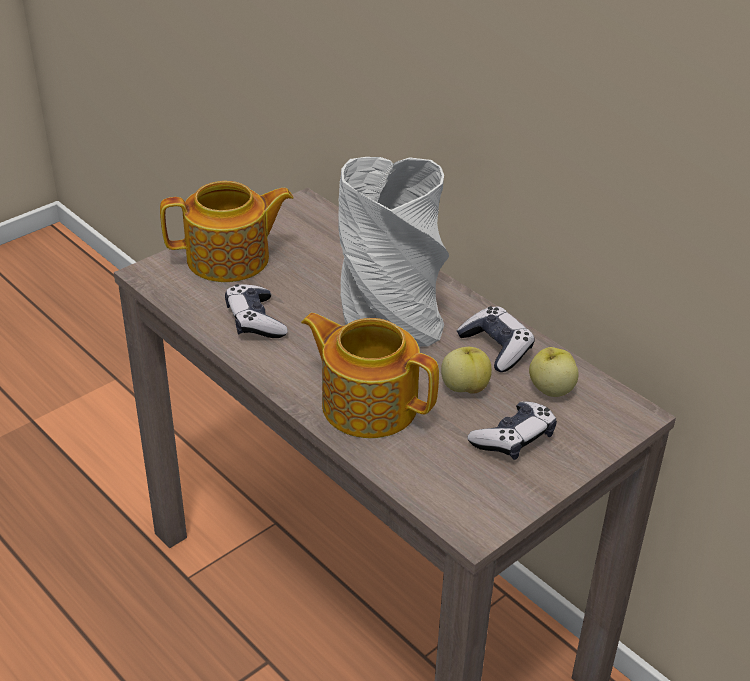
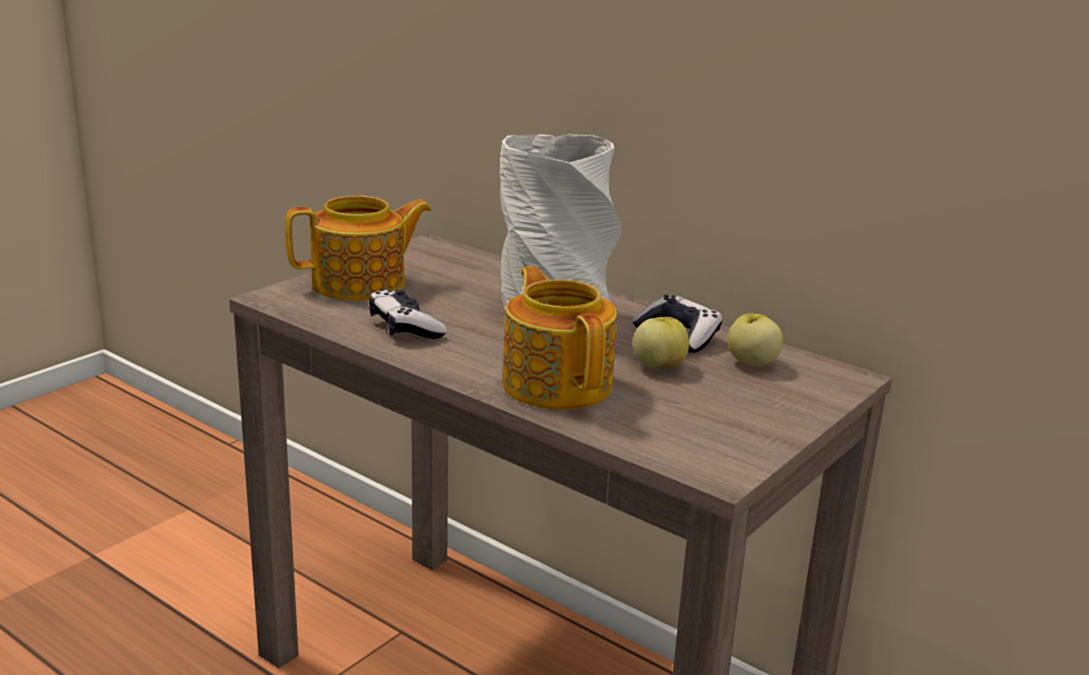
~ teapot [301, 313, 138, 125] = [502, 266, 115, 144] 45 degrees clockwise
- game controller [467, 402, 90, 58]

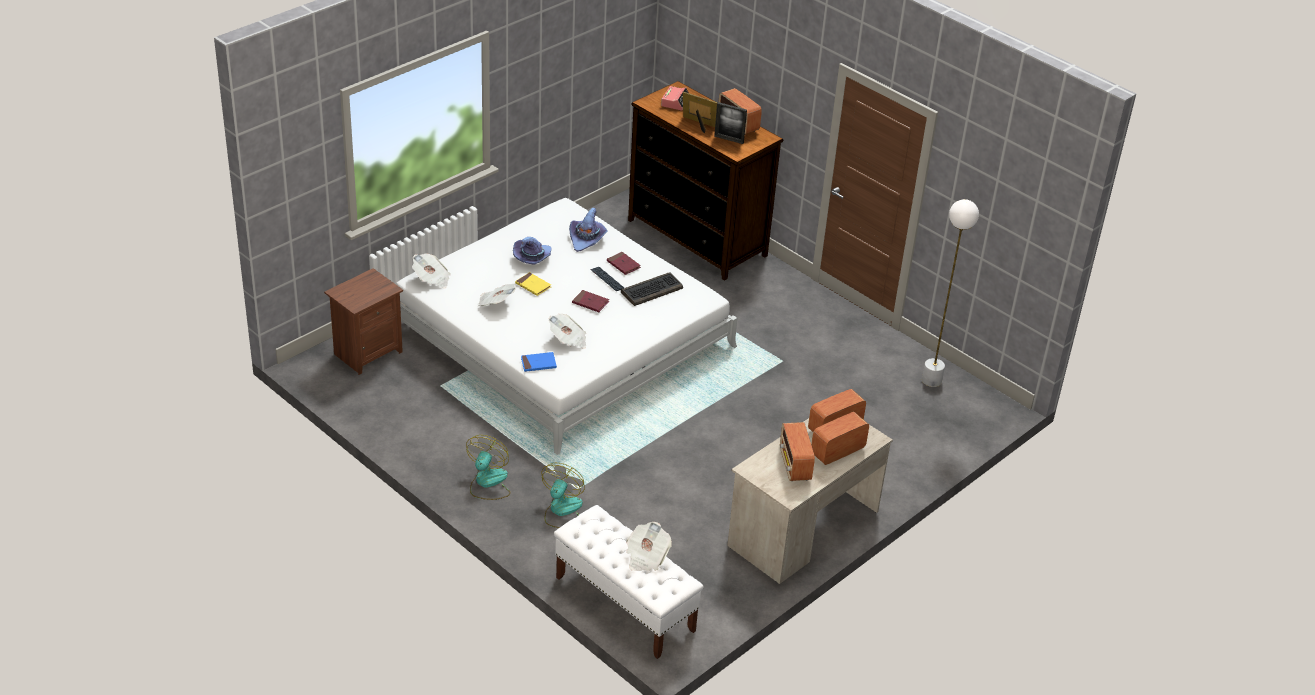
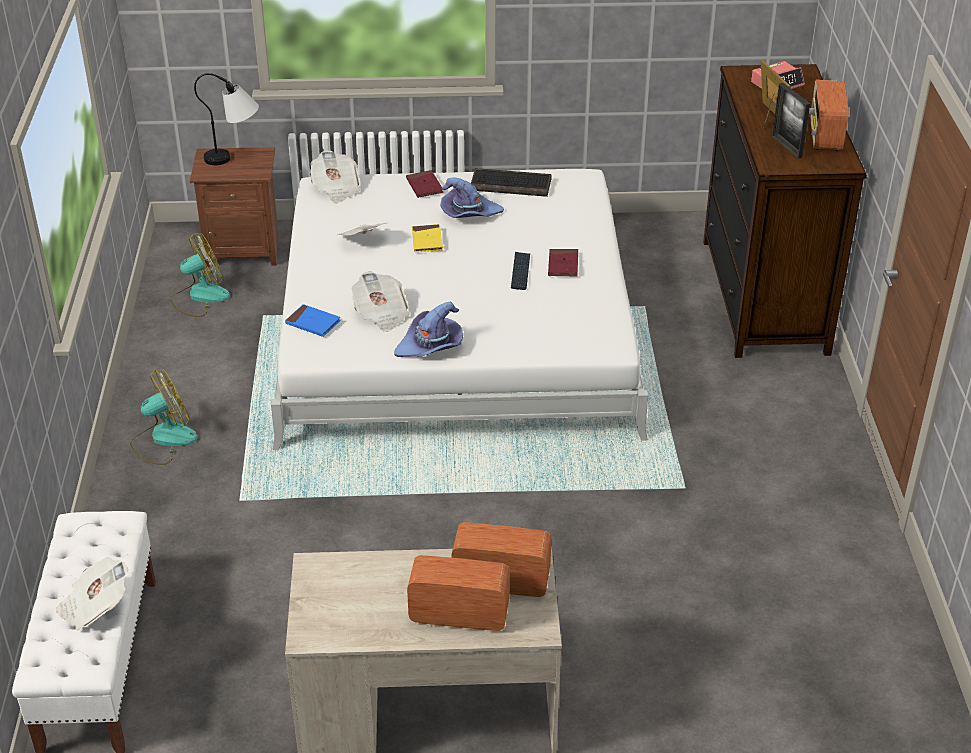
~ fan [541, 463, 44, 65] to [170, 233, 60, 84]
+ table lamp [194, 73, 65, 92]
~ purple hat [569, 208, 39, 44] to [394, 302, 69, 55]
~ red book [572, 290, 37, 22] to [406, 170, 37, 28]
~ keyboard [621, 272, 62, 34] to [471, 168, 81, 29]
- radio [780, 422, 35, 59]
- white floor lamp [922, 199, 57, 188]

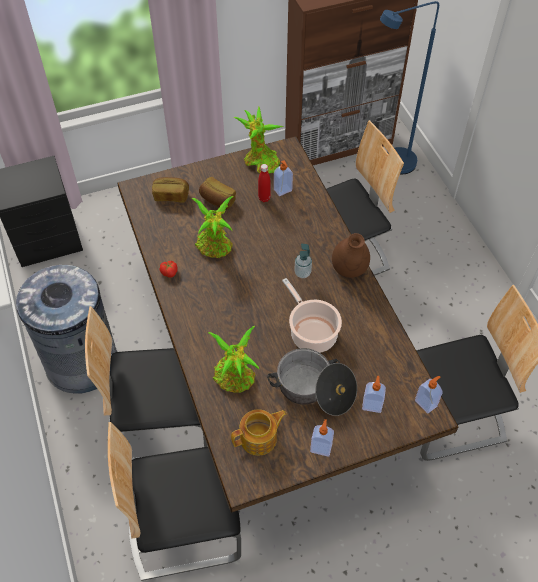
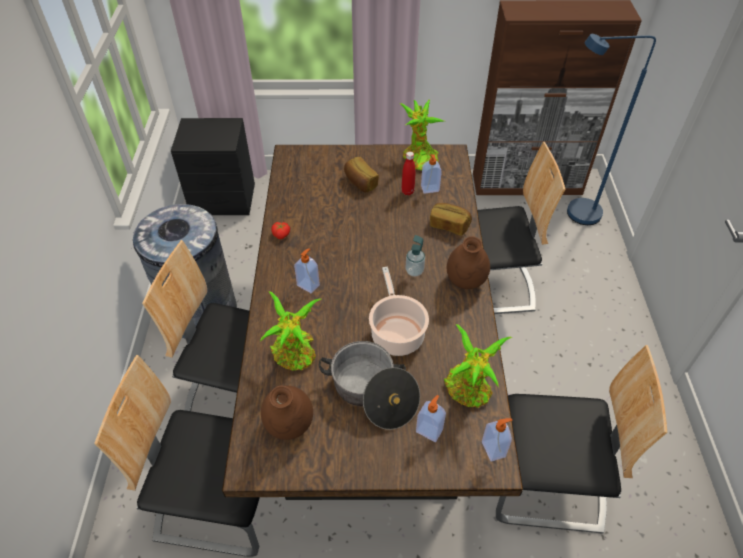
~ teapot [231, 409, 56, 47] to brown vase [261, 386, 52, 54]
~ soap dispenser [310, 419, 24, 38] to [294, 248, 26, 46]
~ bread [152, 177, 37, 26] to [430, 203, 42, 33]
~ potted plant [192, 196, 41, 62] to [444, 324, 68, 84]

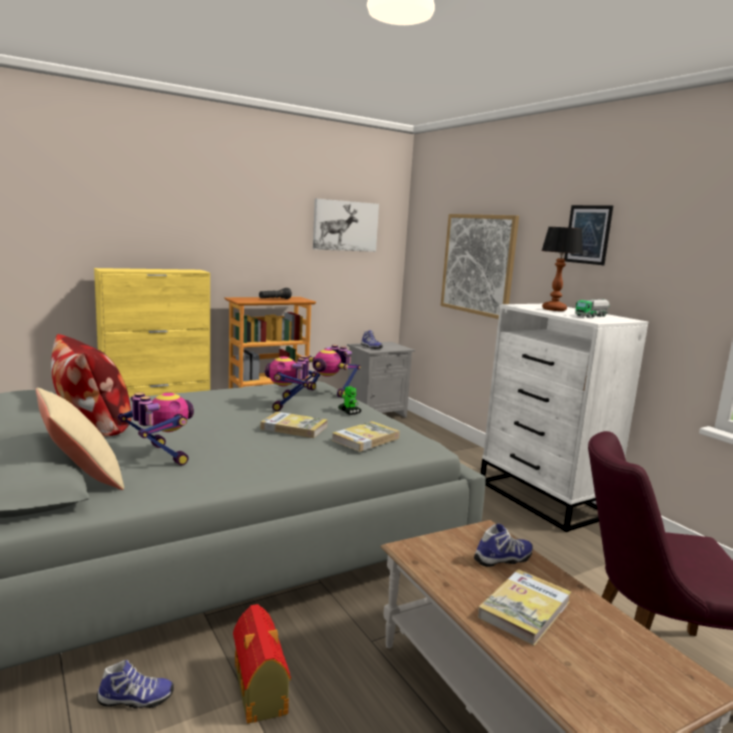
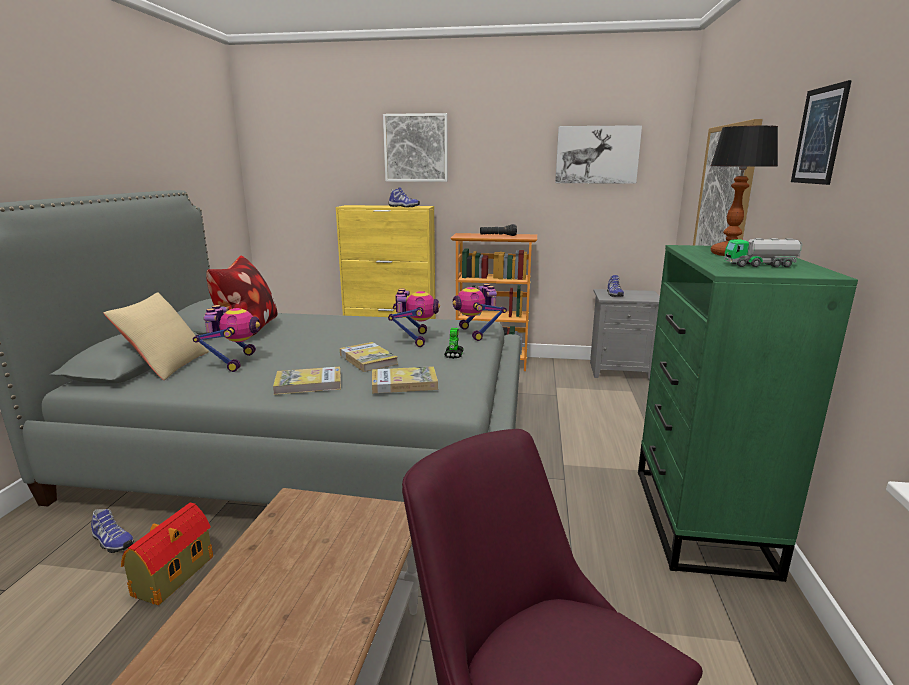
~ book [478, 569, 93, 77] to [273, 366, 68, 29]
+ picture [383, 113, 65, 69]
~ shoe [474, 524, 59, 43] to [388, 187, 32, 20]
~ toy robot [265, 356, 52, 55] = [388, 289, 52, 58] 135 degrees clockwise
~ white dresser [481, 304, 167, 228] to green dresser [638, 245, 220, 337]

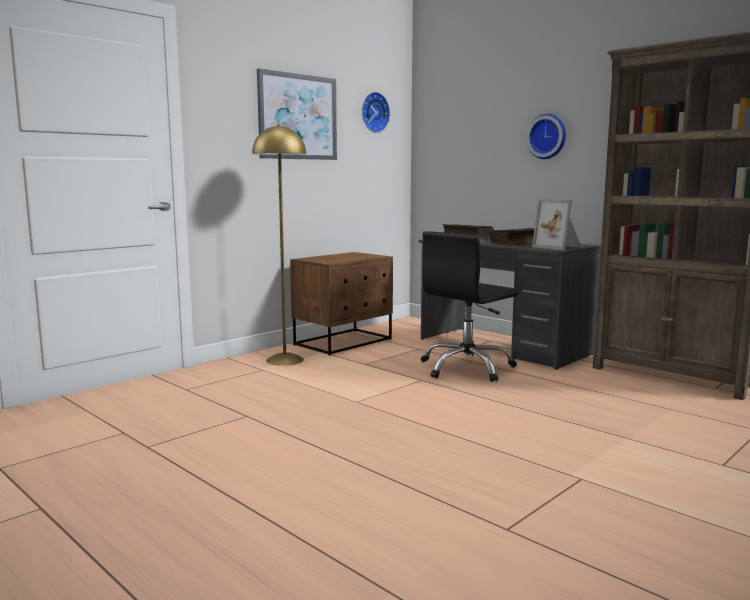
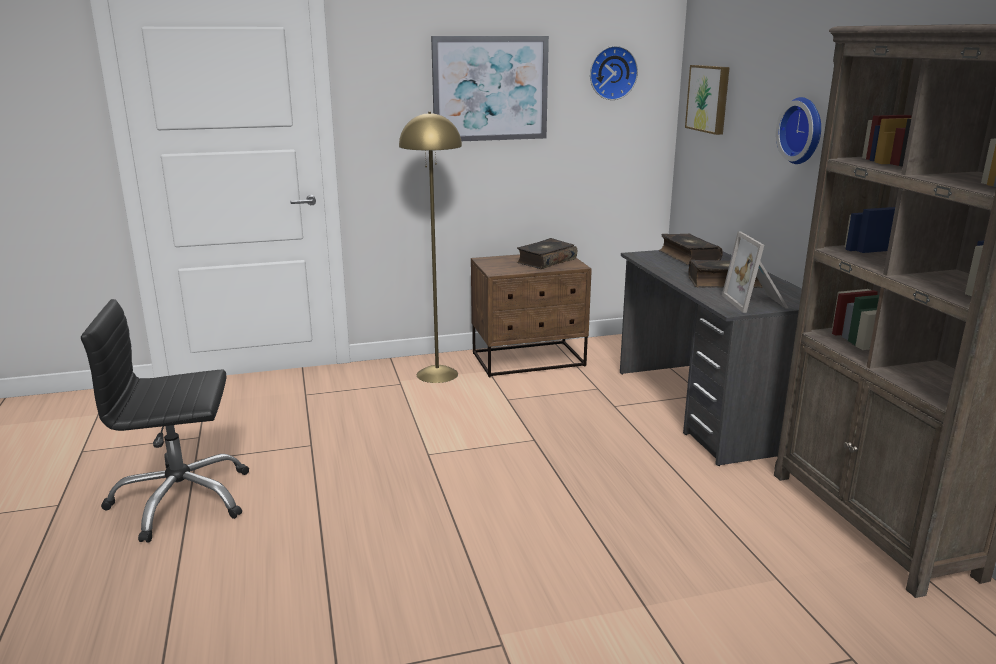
~ black office chair [421, 231, 97, 151] to [81, 299, 168, 244]
+ book [517, 238, 60, 31]
+ picture [685, 65, 45, 70]

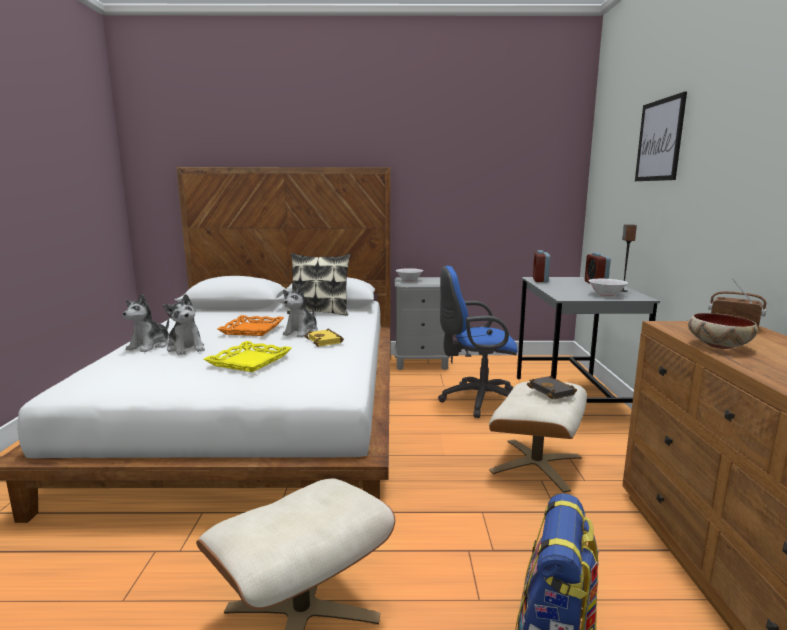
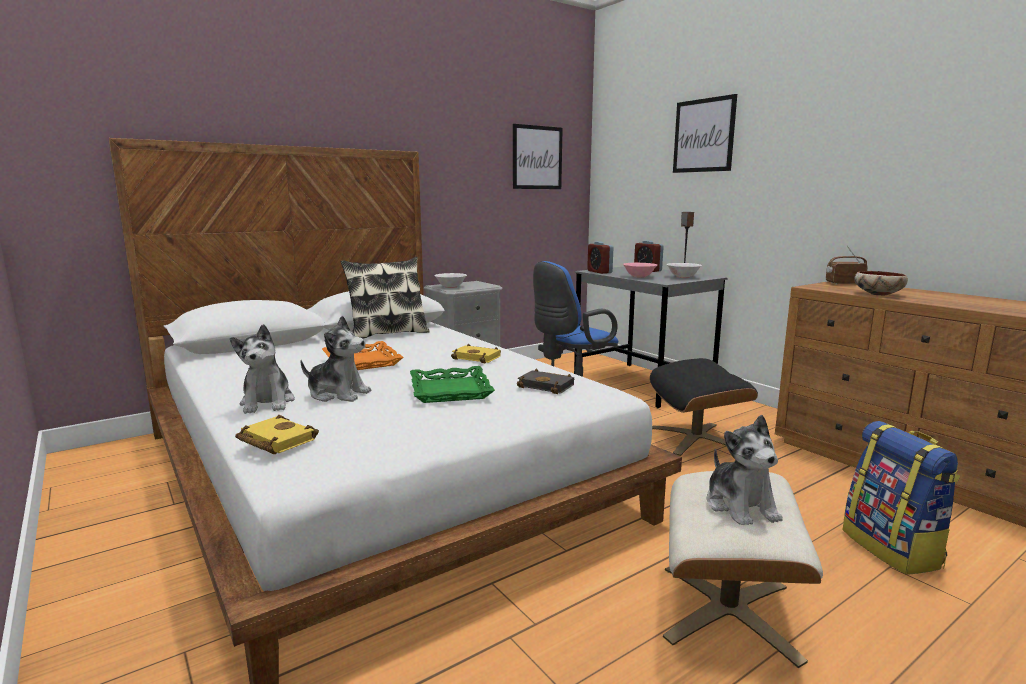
+ yellow book [235, 415, 84, 39]
~ yellow tray [204, 341, 88, 31] to green tray [410, 366, 85, 37]
+ picture [513, 124, 50, 65]
~ black book [527, 375, 50, 24] to [517, 369, 58, 25]
+ pink bowl [623, 263, 34, 15]
~ beige ottoman [489, 381, 98, 112] to black ottoman [650, 358, 108, 98]
~ plush toy [283, 284, 35, 53] to [707, 415, 76, 110]

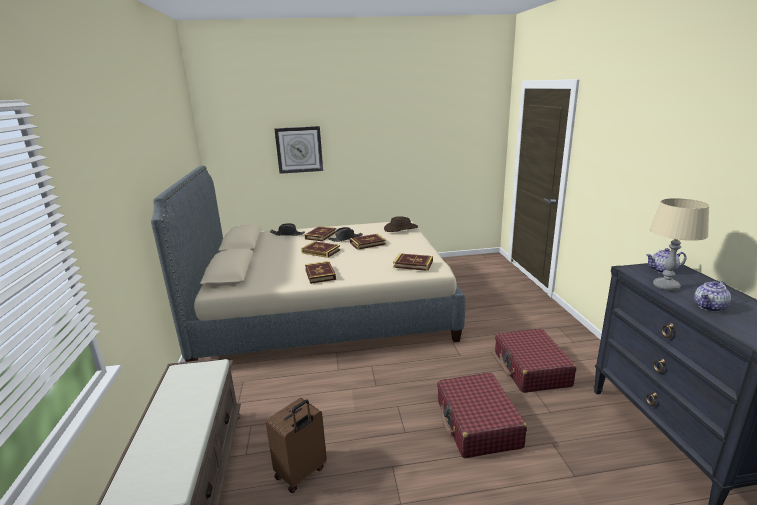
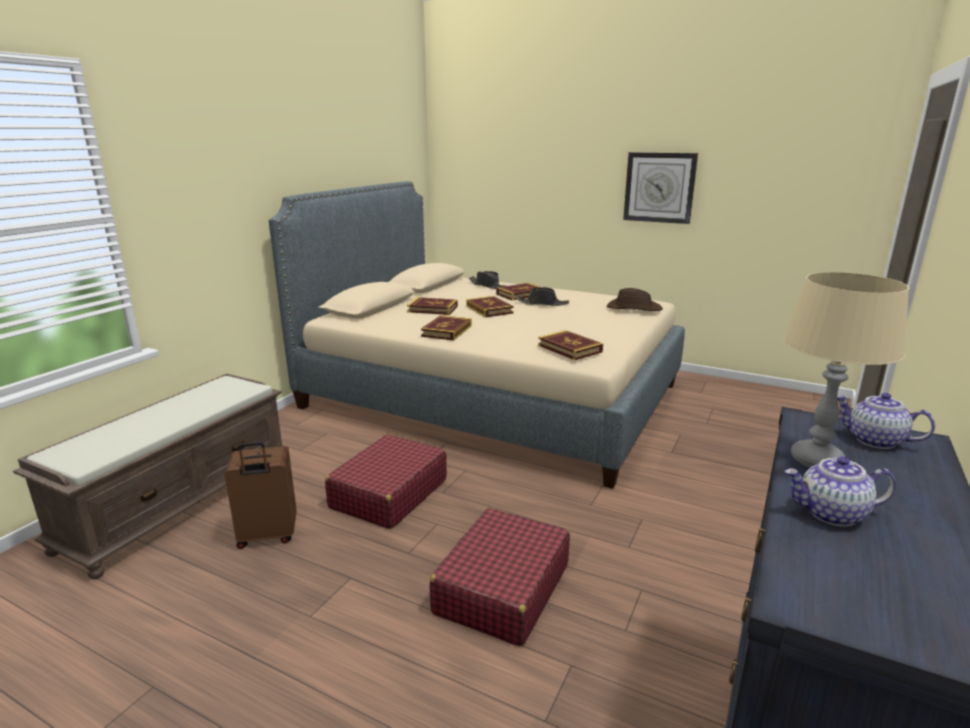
~ red suitcase [495, 329, 81, 64] to [325, 434, 122, 95]
~ book [350, 234, 36, 16] to [407, 297, 51, 18]
~ wall clock [274, 126, 49, 48] to [623, 152, 75, 72]

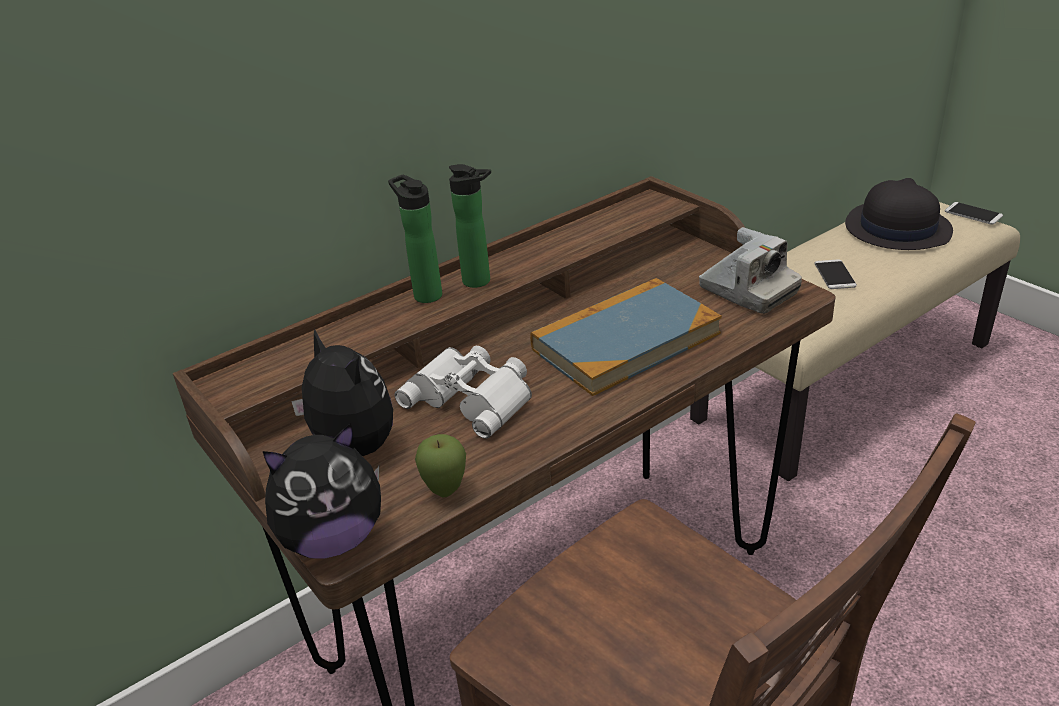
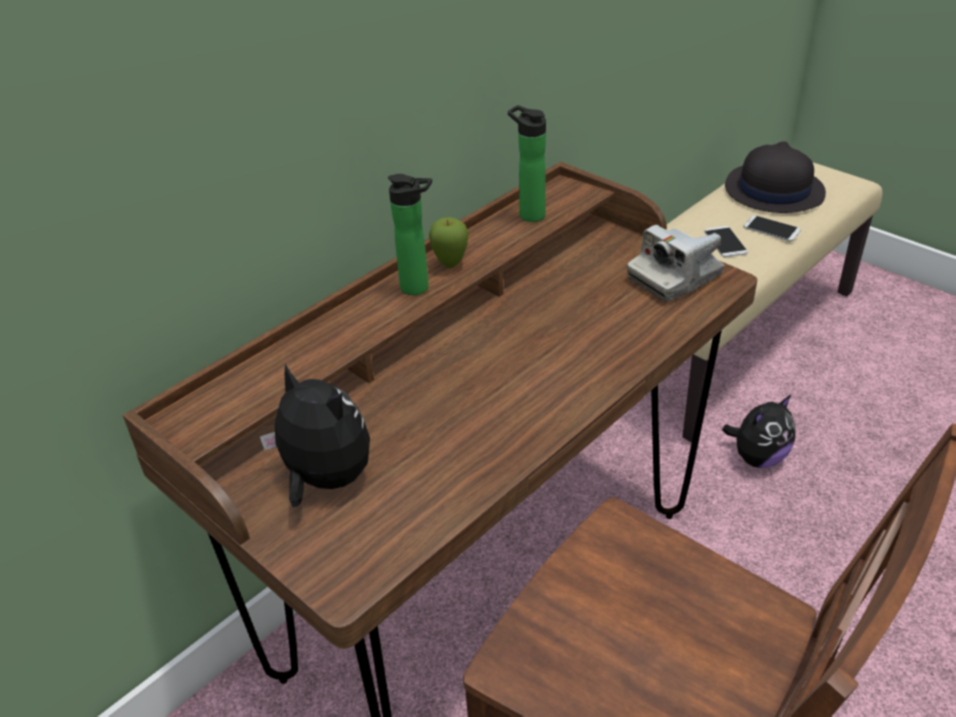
~ apple [415, 434, 51, 63] to [429, 217, 39, 51]
~ bottle [388, 174, 54, 129] to [508, 105, 38, 117]
~ photo camera [699, 227, 103, 87] = [627, 225, 97, 77] 105 degrees clockwise
~ plush toy [263, 423, 118, 135] to [722, 395, 74, 73]
~ phone [945, 202, 58, 23] to [744, 215, 57, 26]
- white binoculars [395, 346, 137, 93]
- book [530, 278, 192, 118]

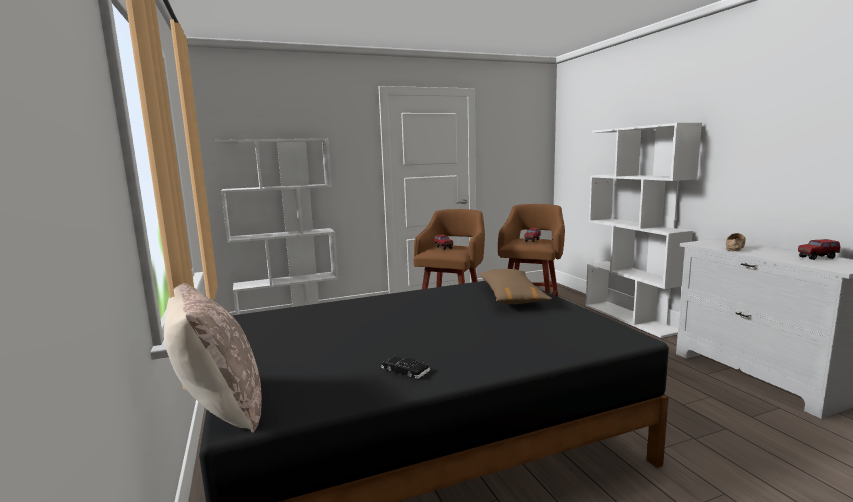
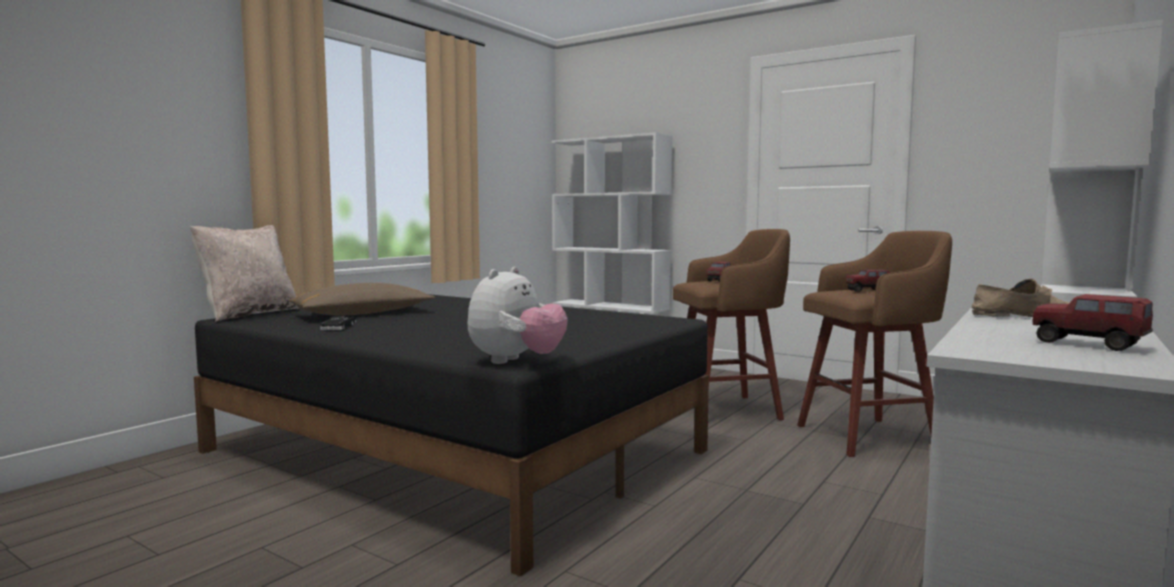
~ brown pillow [479, 269, 73, 35] to [288, 283, 147, 32]
+ plush toy [467, 267, 101, 97]

